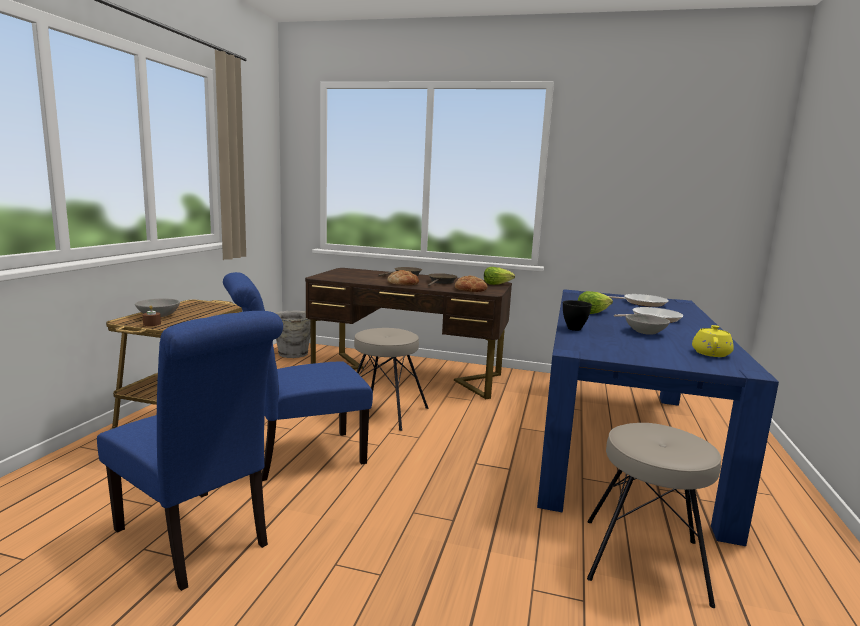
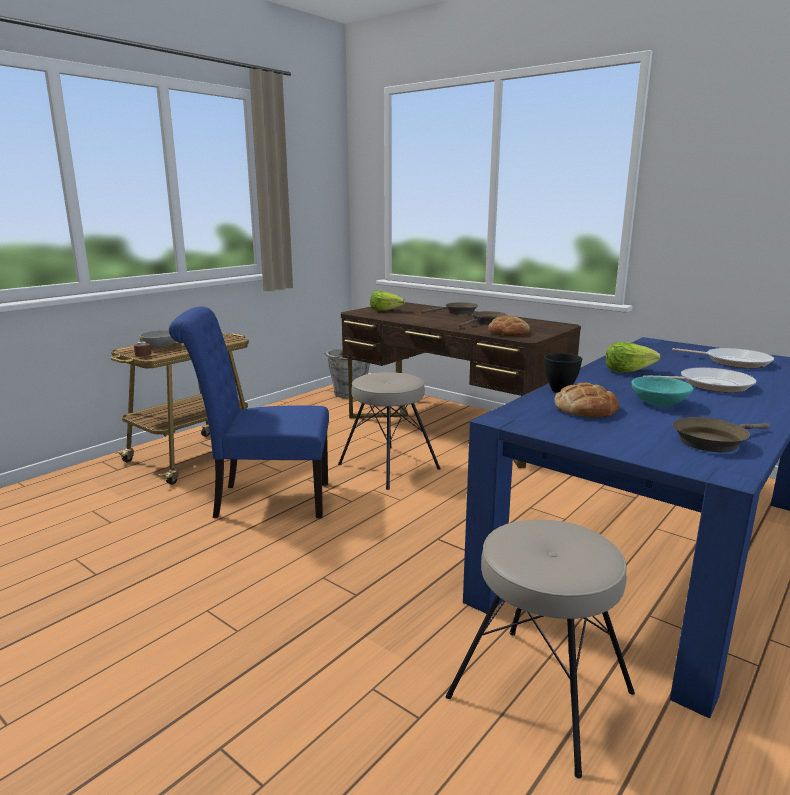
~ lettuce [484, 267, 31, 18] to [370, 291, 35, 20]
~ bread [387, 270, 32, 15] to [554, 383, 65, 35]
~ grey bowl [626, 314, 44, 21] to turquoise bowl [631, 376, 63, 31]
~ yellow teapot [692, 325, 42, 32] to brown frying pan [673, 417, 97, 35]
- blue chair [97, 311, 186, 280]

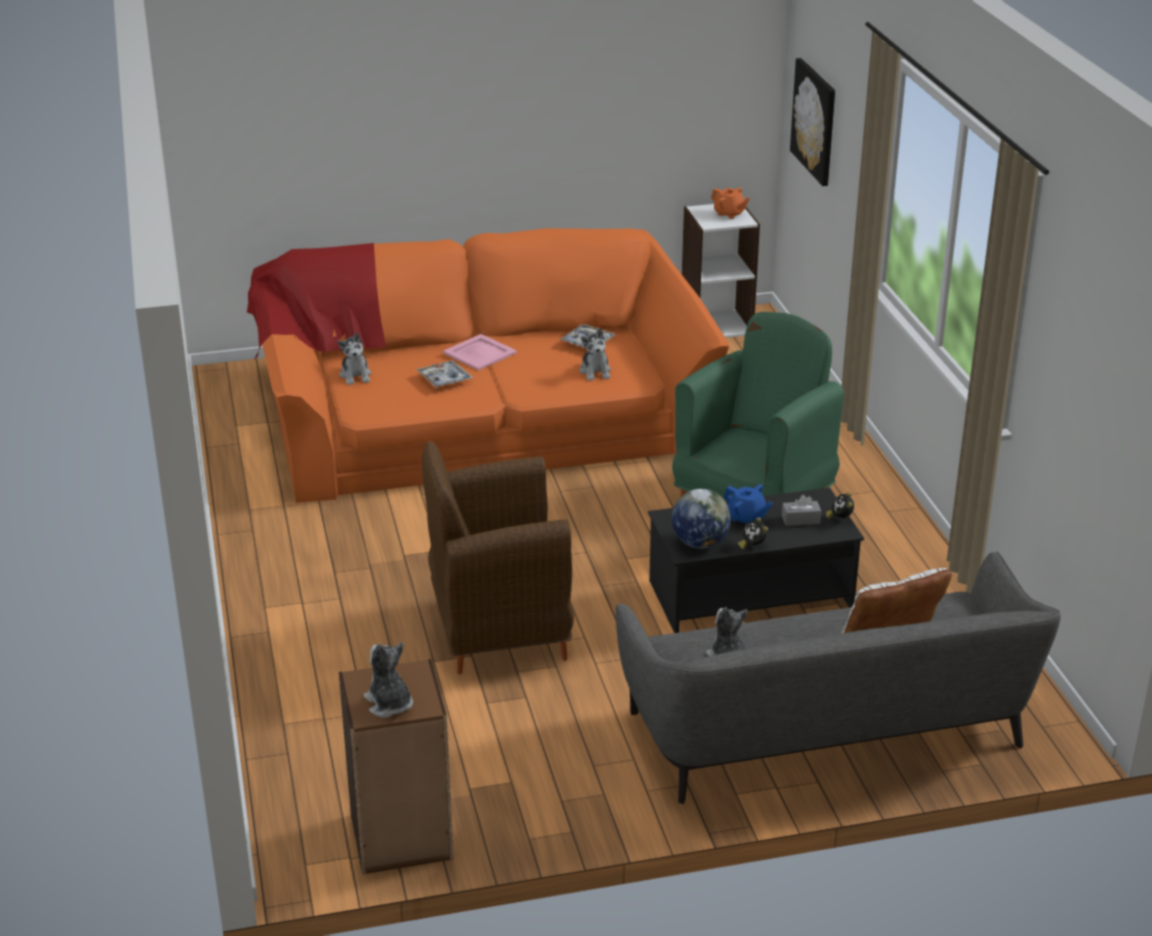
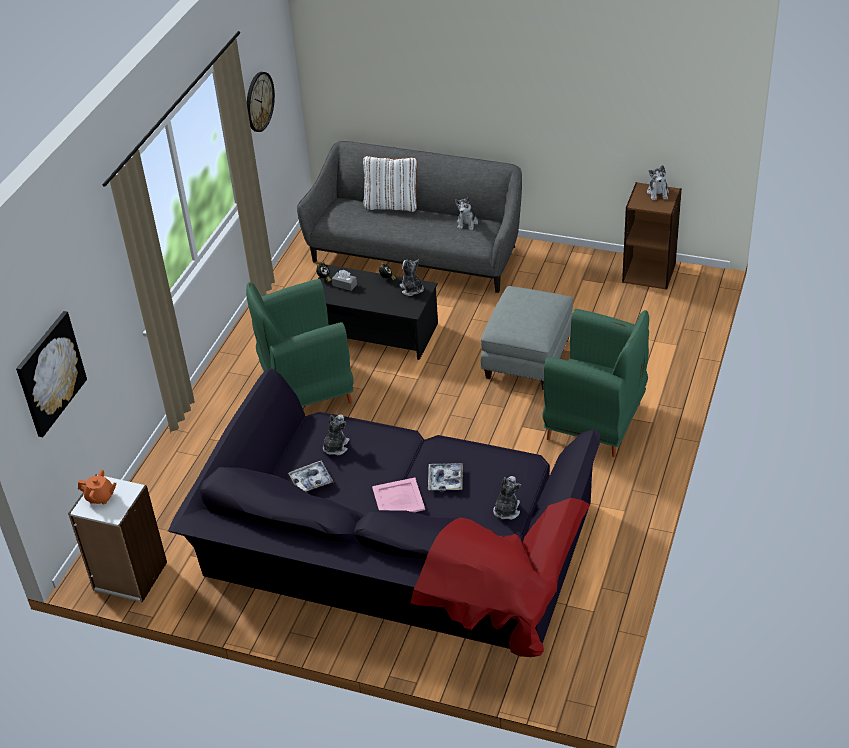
~ orange teapot [711, 187, 39, 32] = [78, 470, 39, 34] 120 degrees clockwise
~ orange sofa [247, 228, 482, 275] to black sofa [168, 369, 432, 288]
+ wall clock [247, 72, 28, 60]
~ globe [672, 489, 59, 59] to plush toy [400, 259, 24, 37]
~ brown armchair [422, 441, 152, 233] to grey ottoman [481, 286, 92, 104]
+ green armchair [542, 309, 107, 148]
- blue teapot [724, 484, 49, 40]

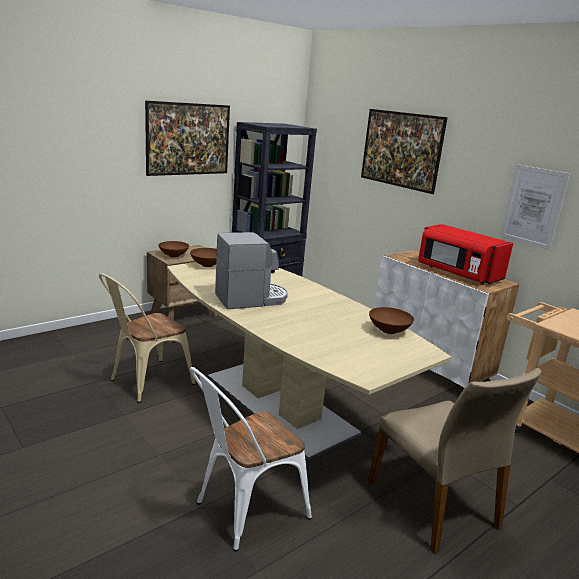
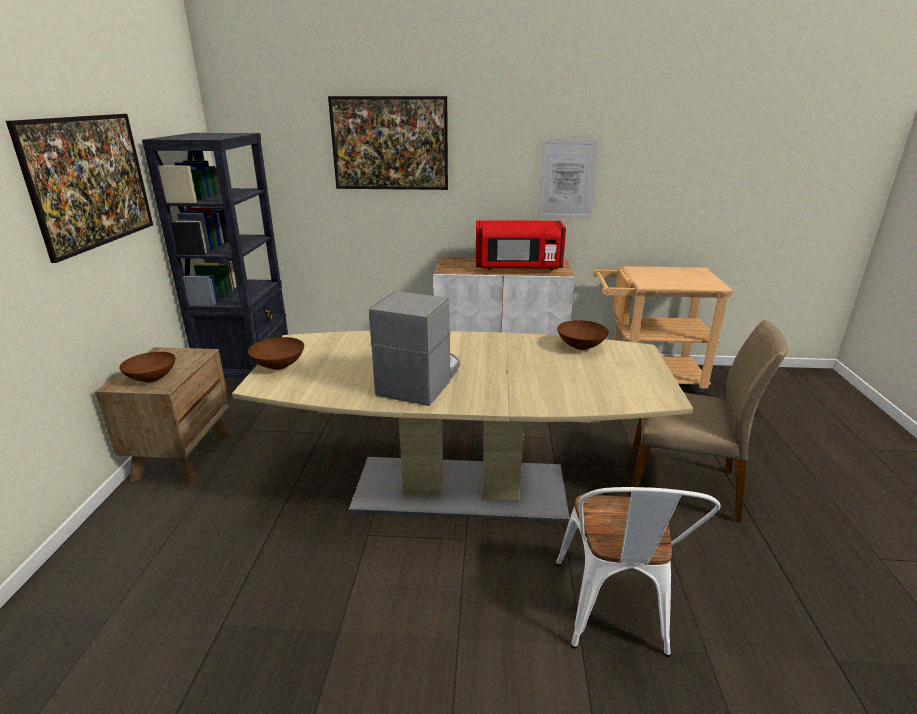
- beige chair [99, 273, 96, 130]

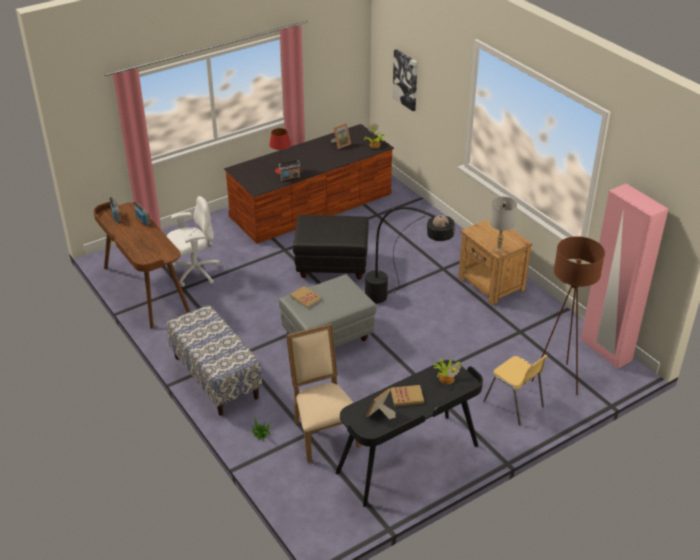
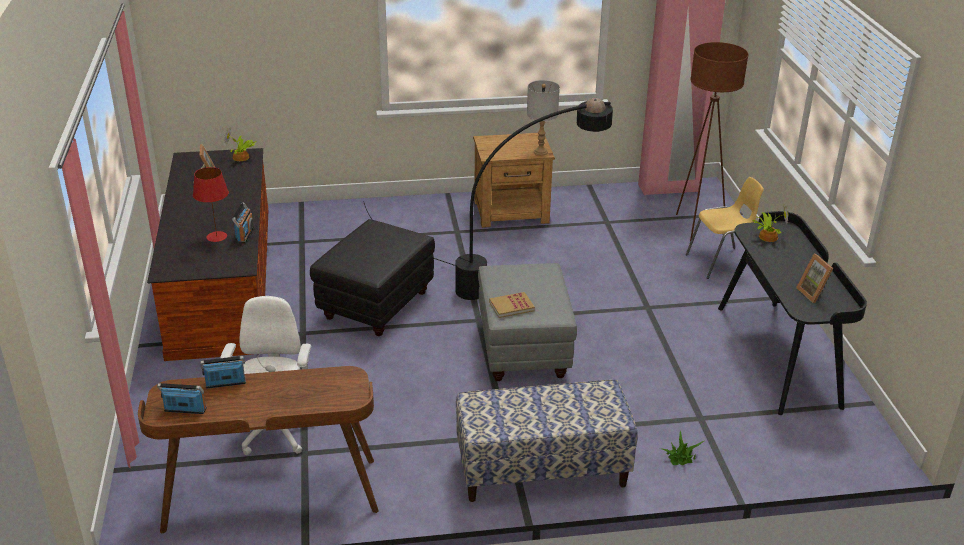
- beige chair [286, 324, 75, 139]
- book [391, 385, 33, 21]
- picture [393, 49, 25, 62]

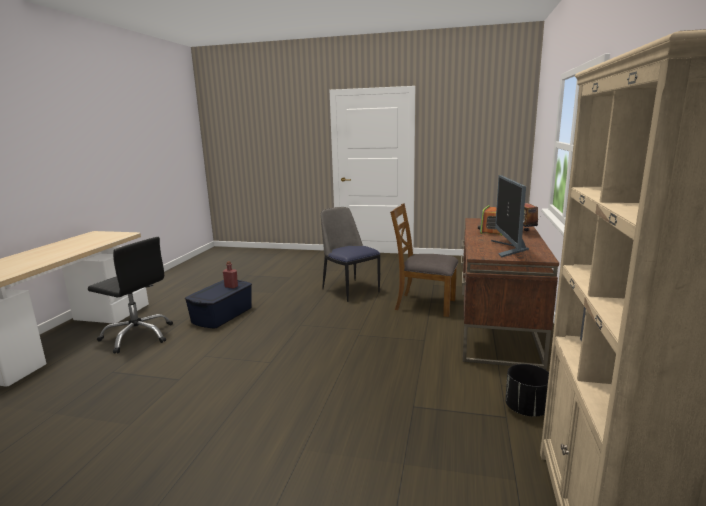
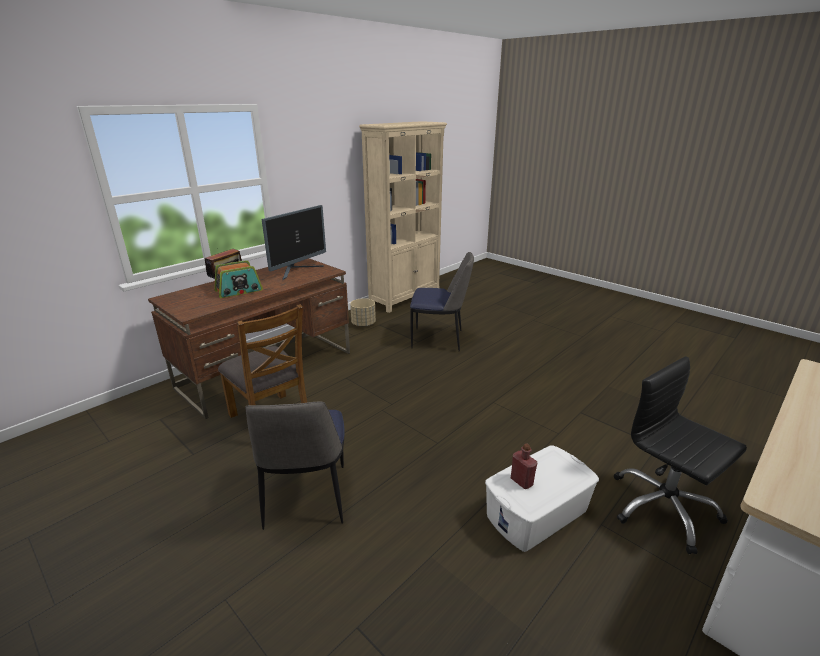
~ black planter [505, 364, 44, 53] to beige planter [350, 298, 26, 29]
+ chair [410, 252, 64, 100]
~ blue storage box [185, 280, 67, 48] to white storage box [485, 445, 114, 107]

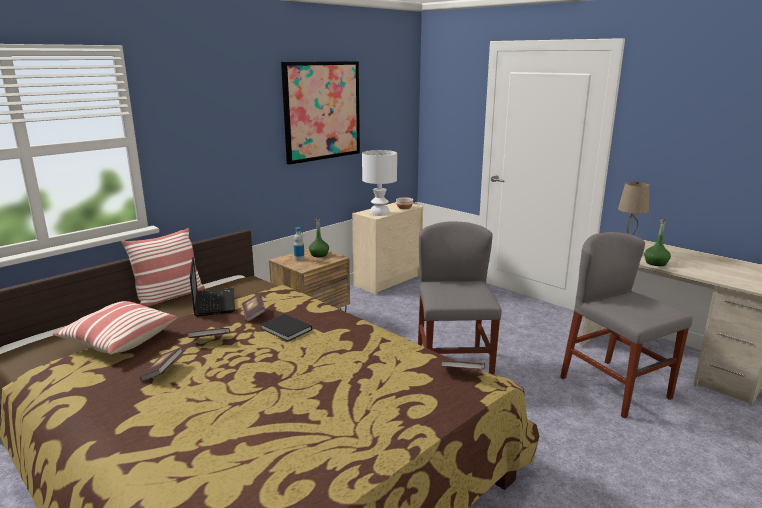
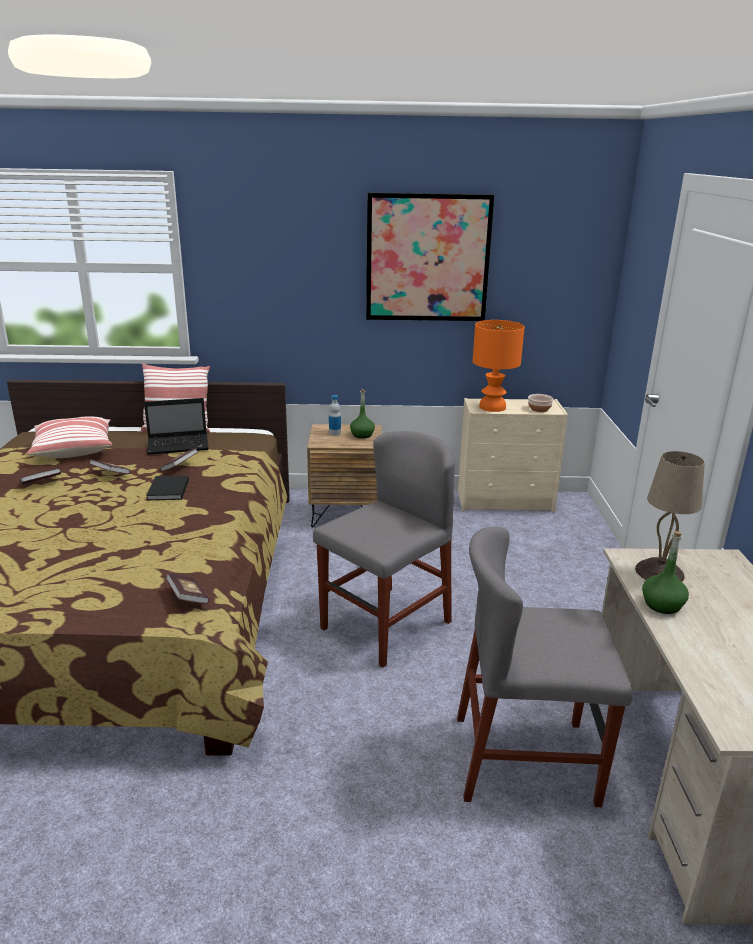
~ laptop [190, 257, 45, 59] = [144, 398, 65, 57] 45 degrees clockwise
~ grey chair [560, 232, 133, 187] = [457, 526, 176, 281] 105 degrees counterclockwise
~ white table lamp [362, 150, 35, 66] to orange table lamp [473, 320, 52, 92]

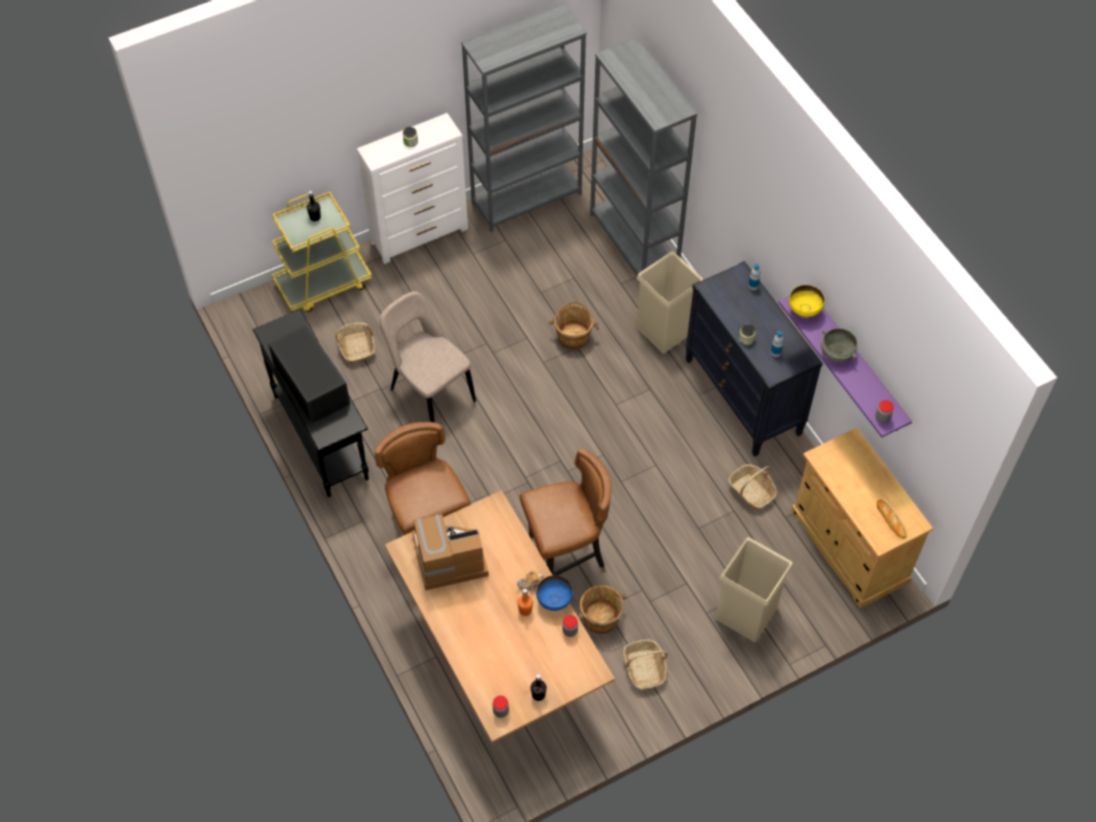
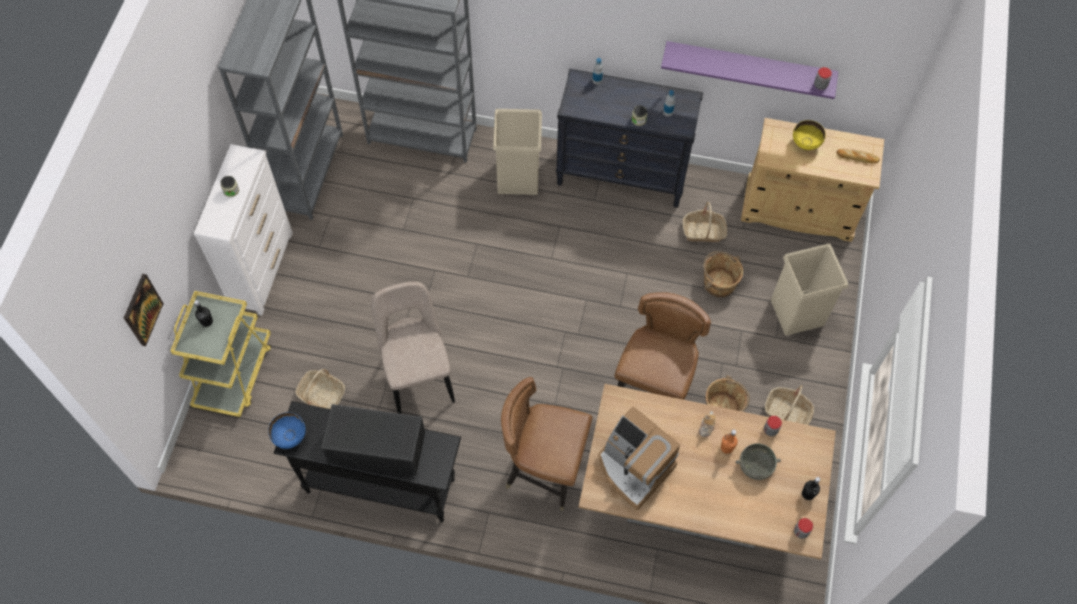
+ picture [124, 274, 40, 72]
~ blue bowl [536, 575, 37, 36] to [268, 412, 38, 37]
~ beige chair [379, 291, 97, 131] = [371, 281, 84, 133] 75 degrees clockwise
~ coffee machine [412, 514, 77, 76] = [598, 406, 82, 104] 75 degrees counterclockwise
~ brown bucket [549, 301, 50, 48] to [703, 251, 40, 46]
~ grey bowl [821, 328, 37, 34] to [736, 443, 45, 37]
~ yellow bowl [789, 285, 36, 33] to [793, 120, 33, 30]

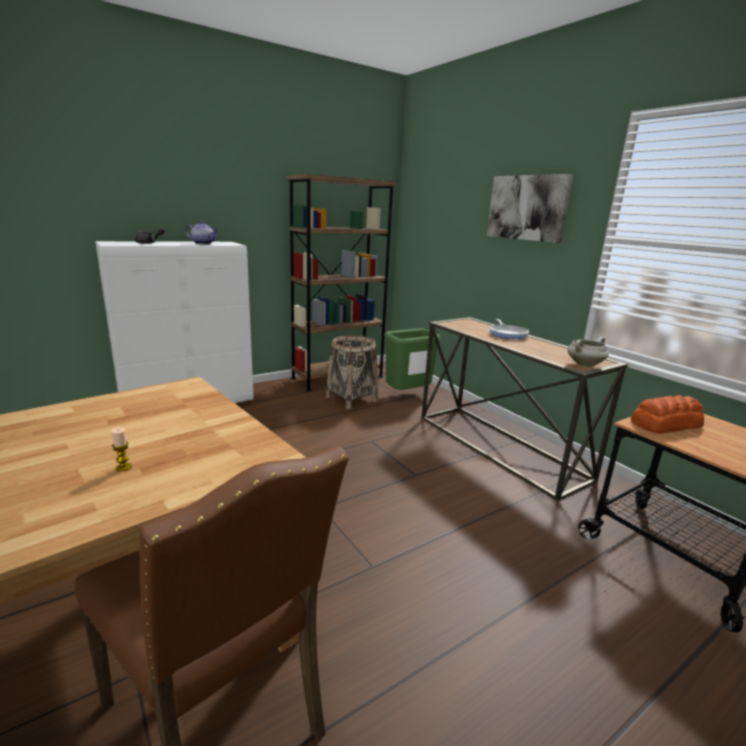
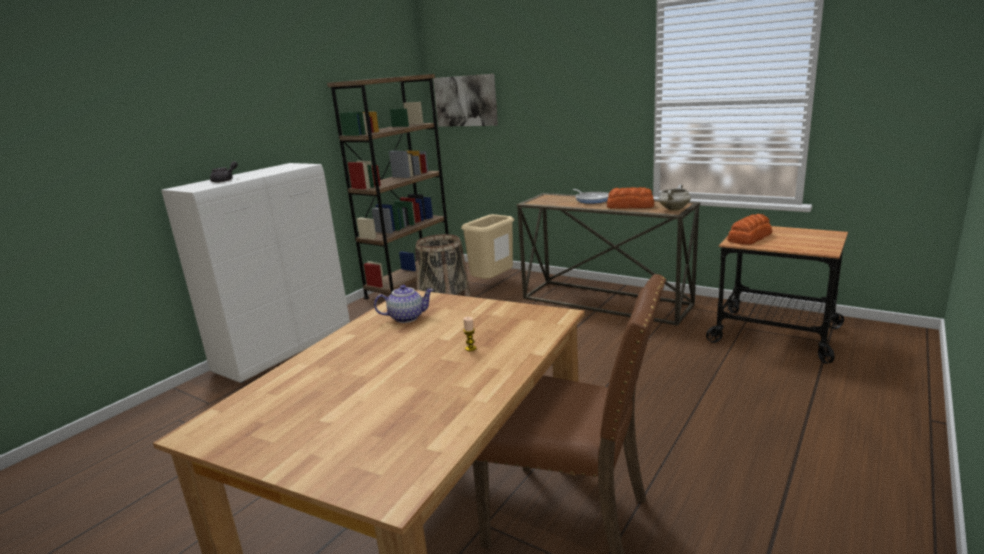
~ teapot [185, 221, 34, 23] to [374, 285, 60, 38]
~ picture [487, 174, 86, 69] to [433, 74, 65, 53]
~ green trash can [384, 328, 56, 62] to beige trash can [461, 214, 53, 65]
+ bread [607, 187, 47, 22]

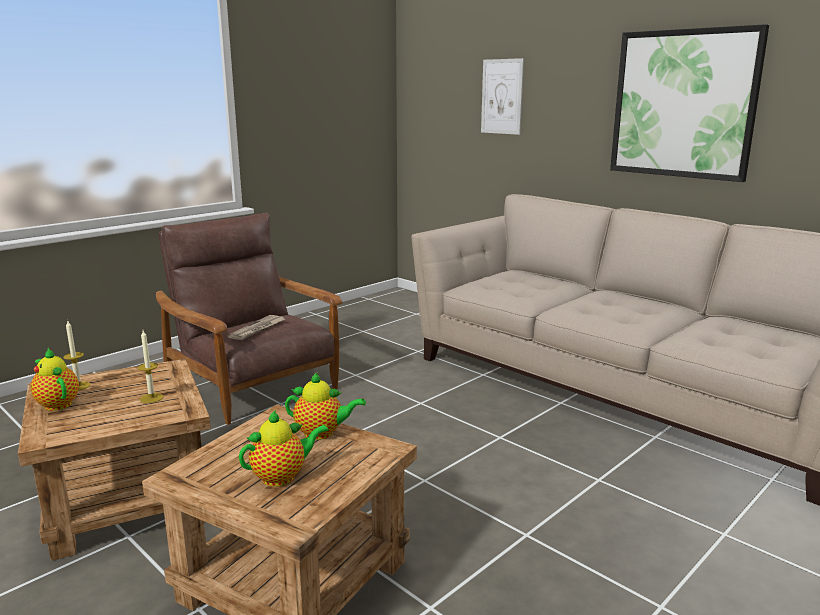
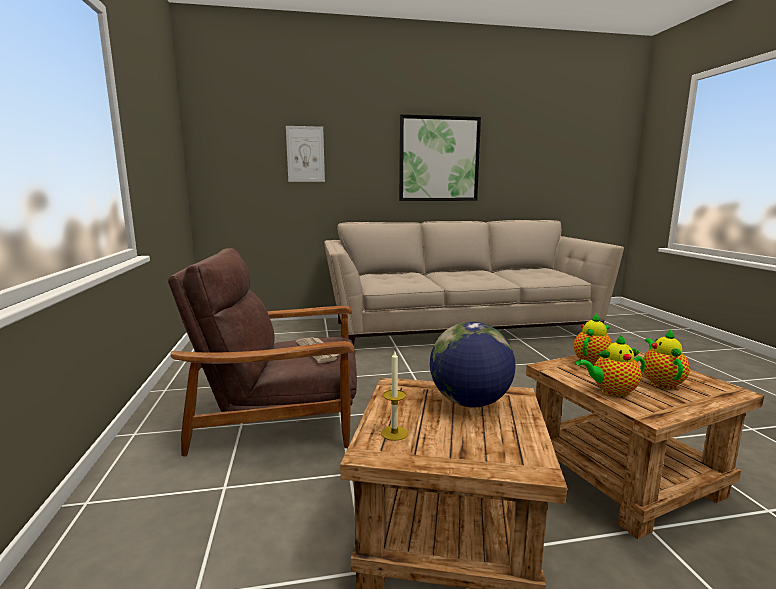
~ candle [137, 330, 27, 73] to globe [430, 322, 86, 85]
~ teapot [30, 348, 49, 63] to [576, 335, 69, 62]

